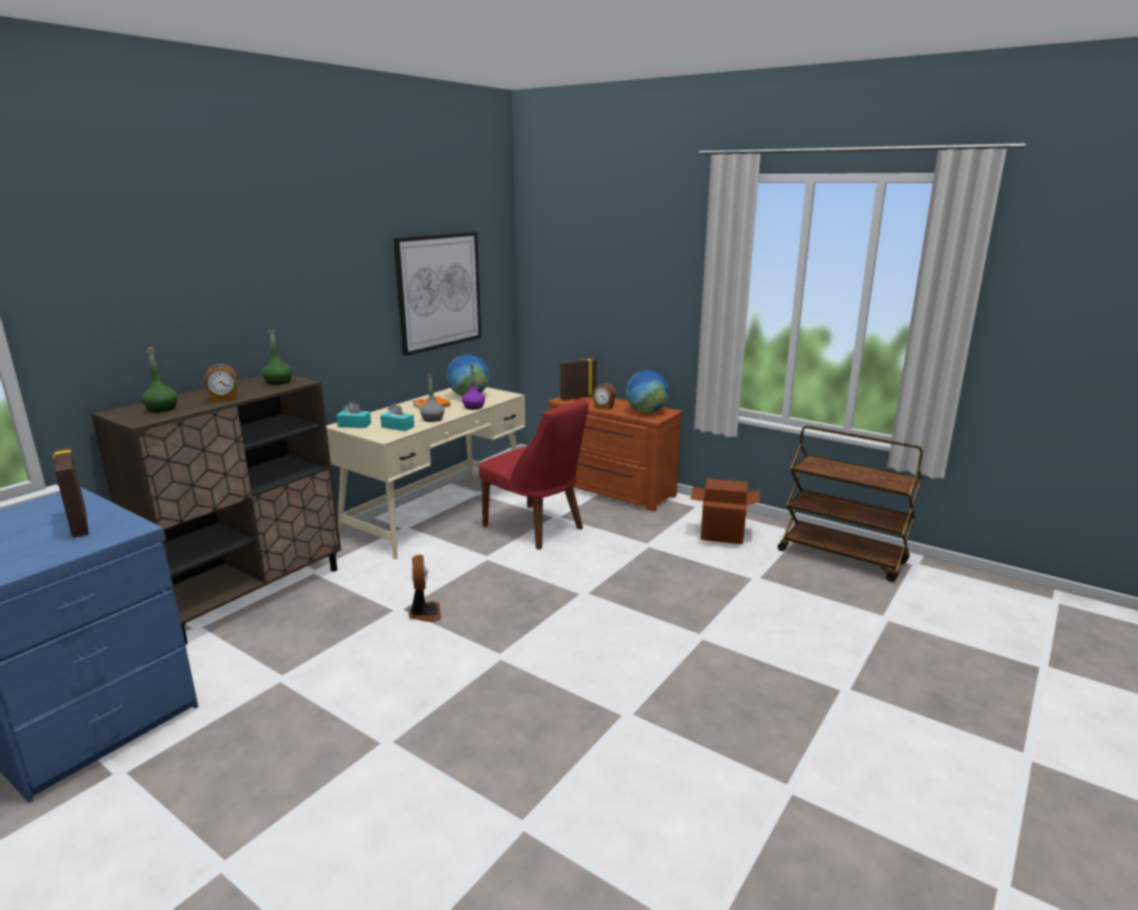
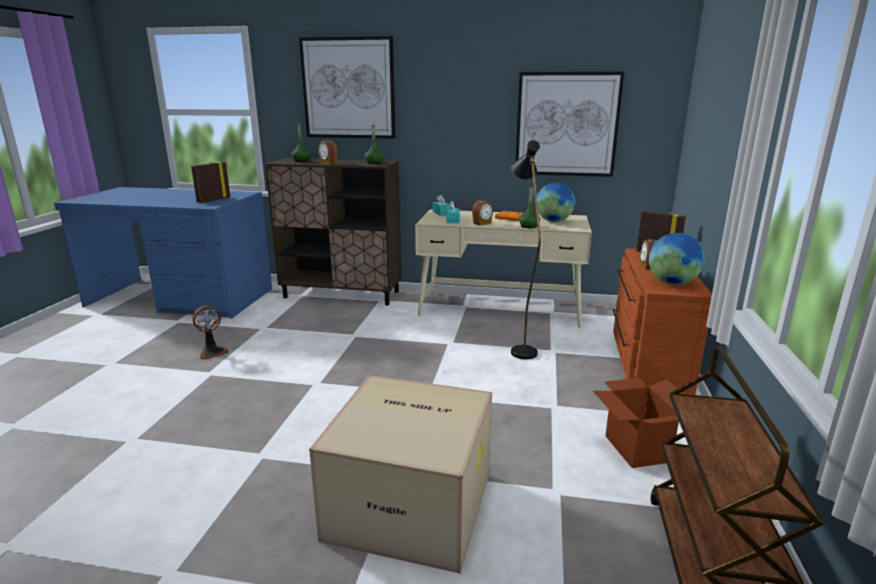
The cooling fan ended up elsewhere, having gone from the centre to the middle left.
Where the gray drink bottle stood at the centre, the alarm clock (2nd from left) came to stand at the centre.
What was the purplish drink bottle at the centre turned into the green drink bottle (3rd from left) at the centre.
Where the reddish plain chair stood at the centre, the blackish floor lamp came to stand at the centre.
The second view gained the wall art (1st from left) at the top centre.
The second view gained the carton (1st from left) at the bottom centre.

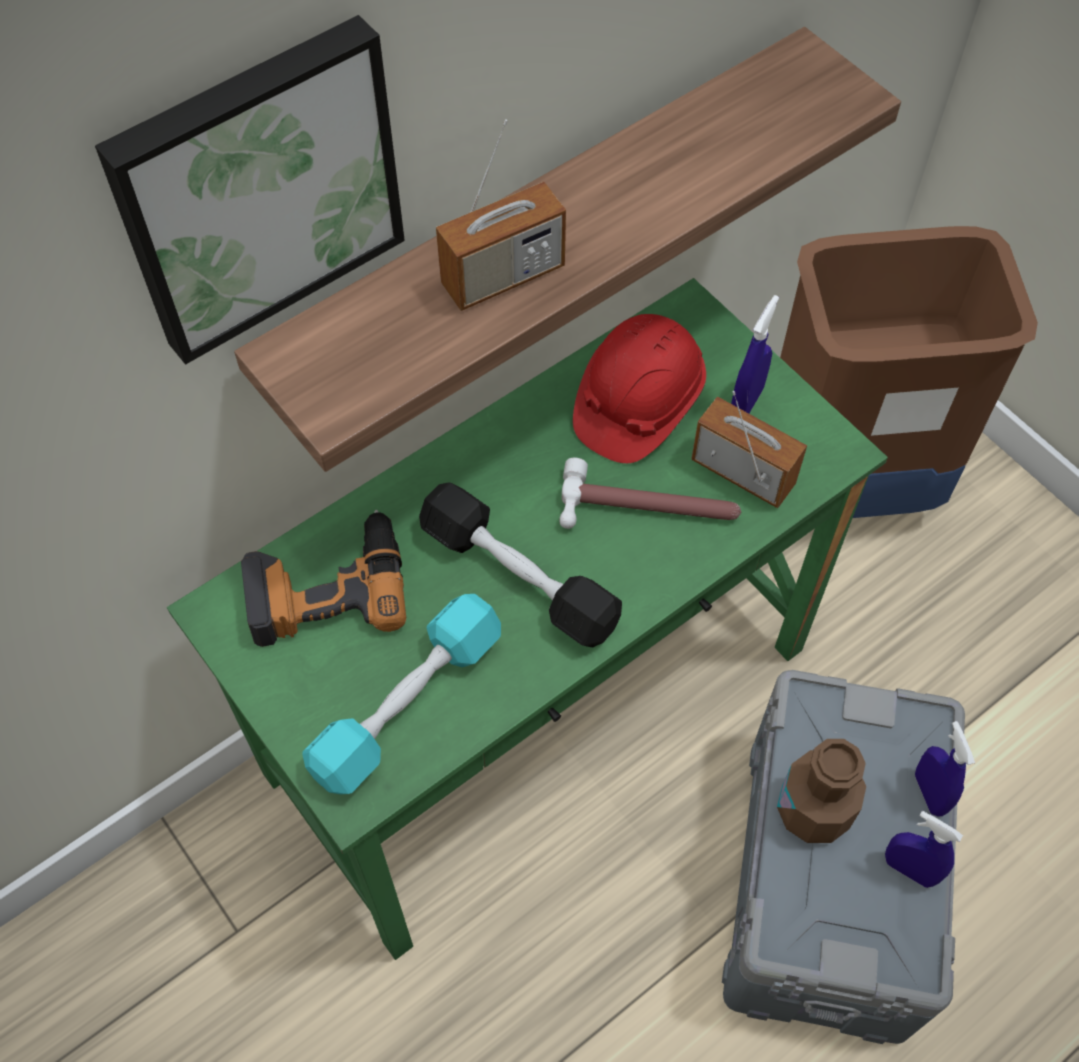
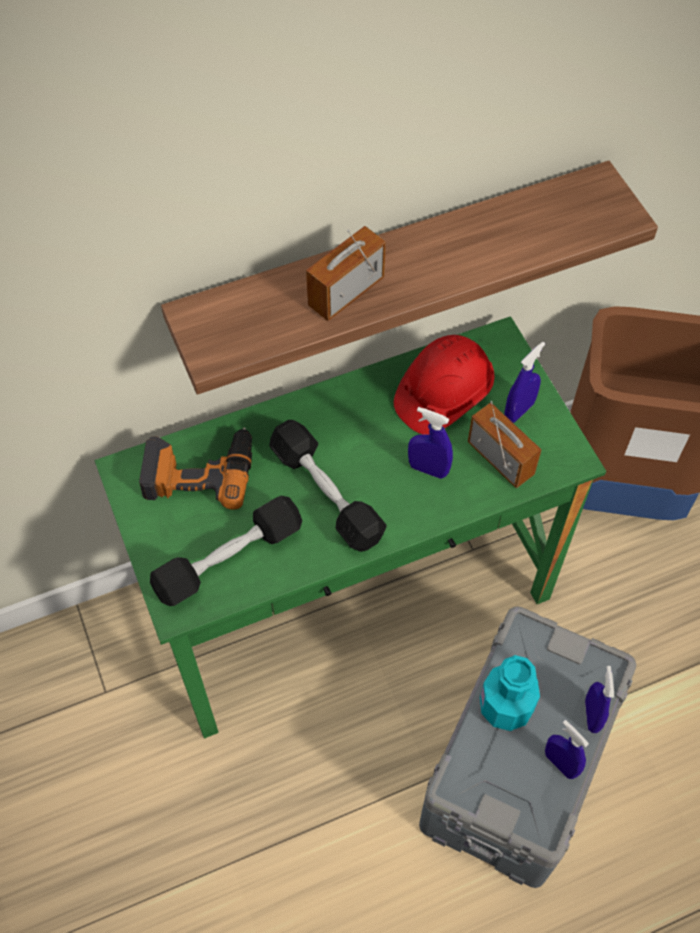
The second view lost the wall art at the top left.
What was the turquoise-coloured free weight at the centre turned into the blackish free weight (1st from left) at the middle left.
The radio set (1st from left) at the top centre ended up facing another way, 150 degrees clockwise from before.
Where the hand hammer stood at the centre, the blue-coloured hand sprayer (1st from left) came to stand at the centre.
What was the brownish drink bottle at the bottom right turned into the turquoise-coloured drink bottle at the bottom right.

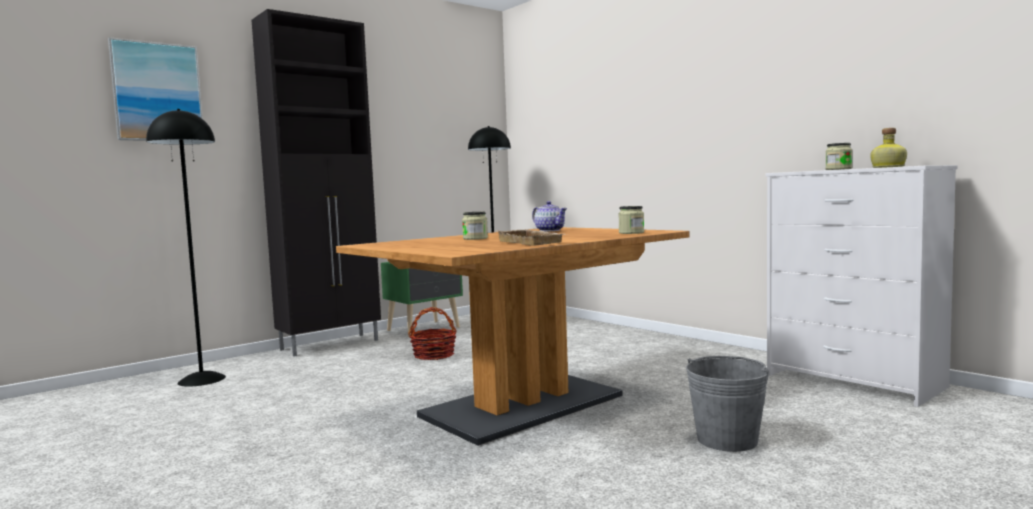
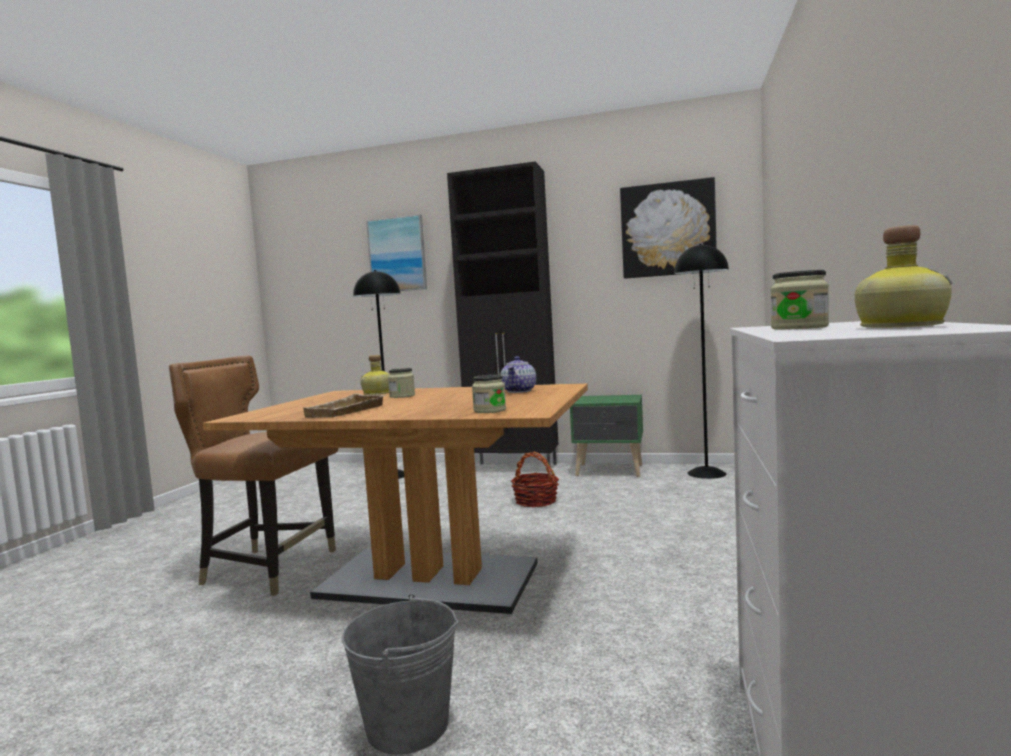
The second view gained the brownish plain chair at the middle left.
The second view gained the drink bottle (1st from left) at the centre.
The second view gained the wall art (2nd from left) at the top centre.

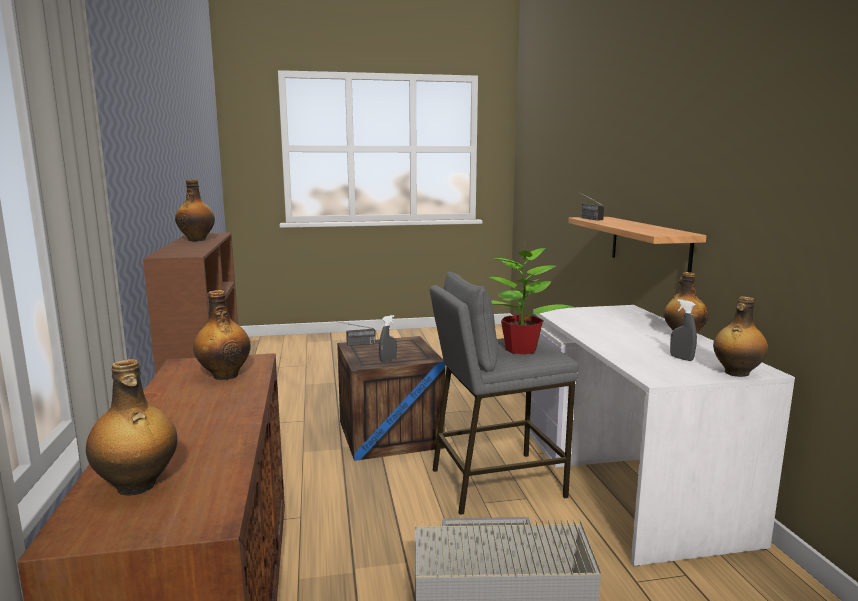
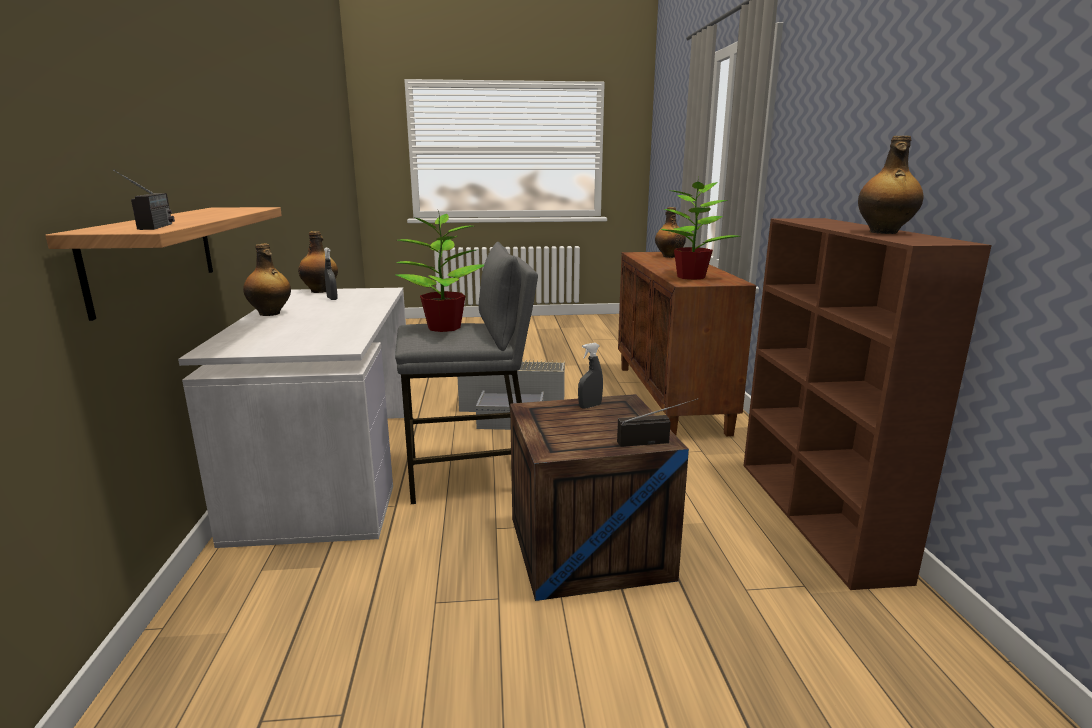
Where the drink bottle (3rd from left) stood at the middle left, the plant in a pot (2nd from left) came to stand at the top centre.

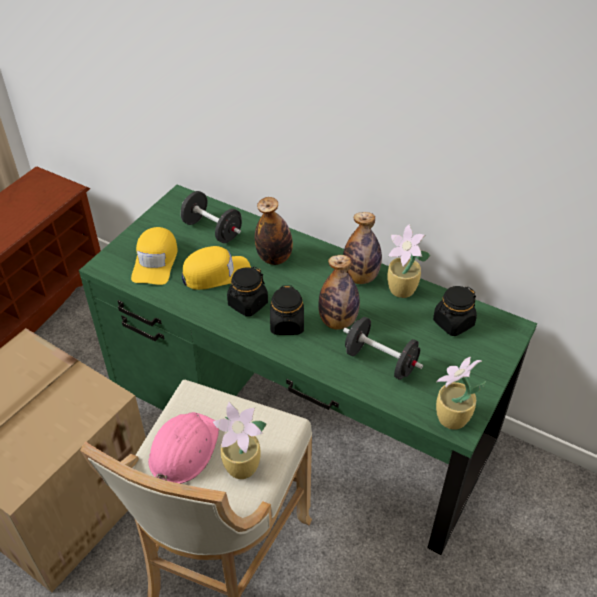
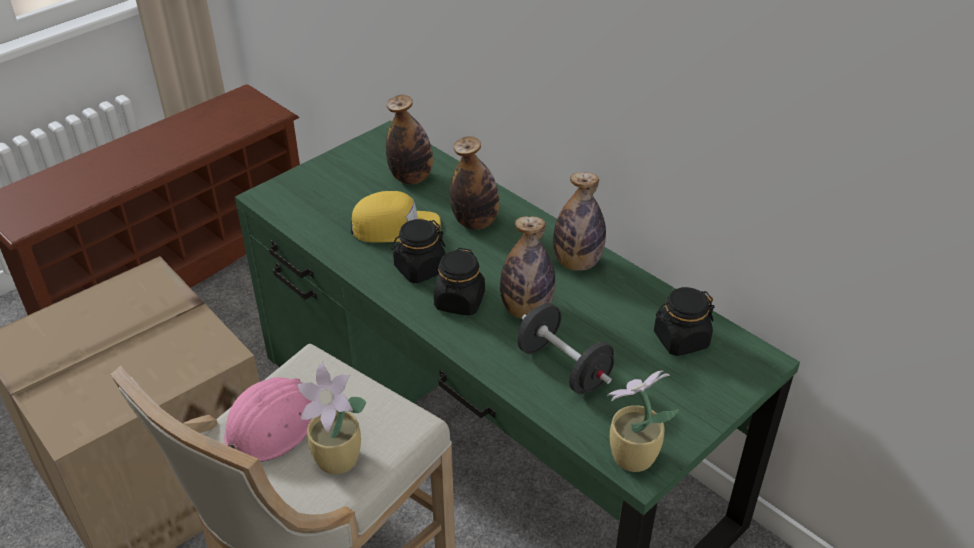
The second view lost the yellow-coloured cap (1st from left) at the middle left.
Where the blackish free weight (1st from left) stood at the centre, the drink bottle (1st from left) came to stand at the top centre.
The second view lost the plant in a pot (2nd from left) at the middle right.

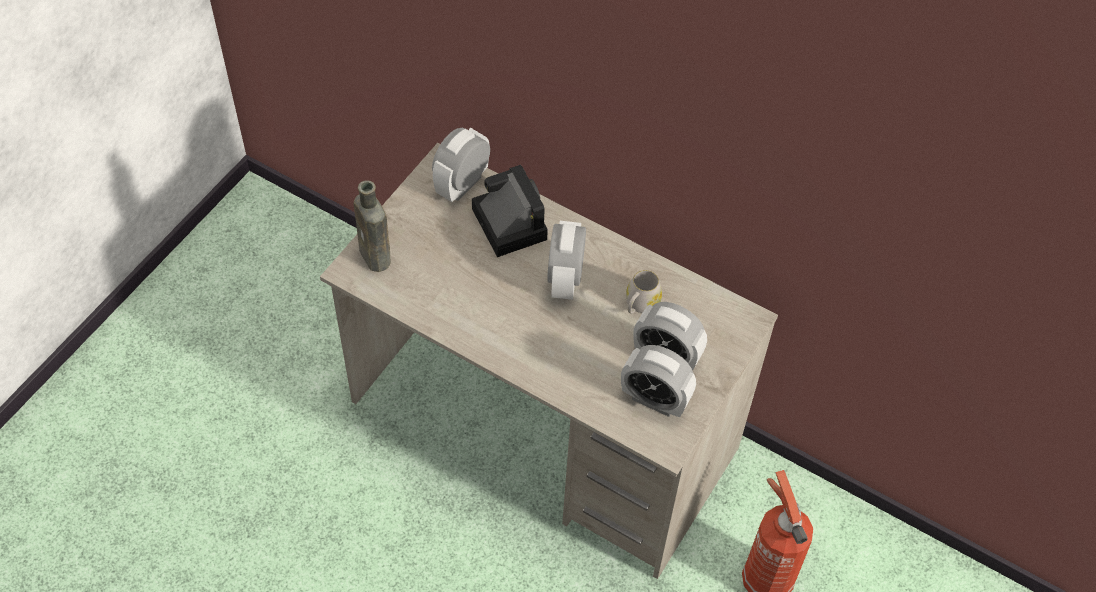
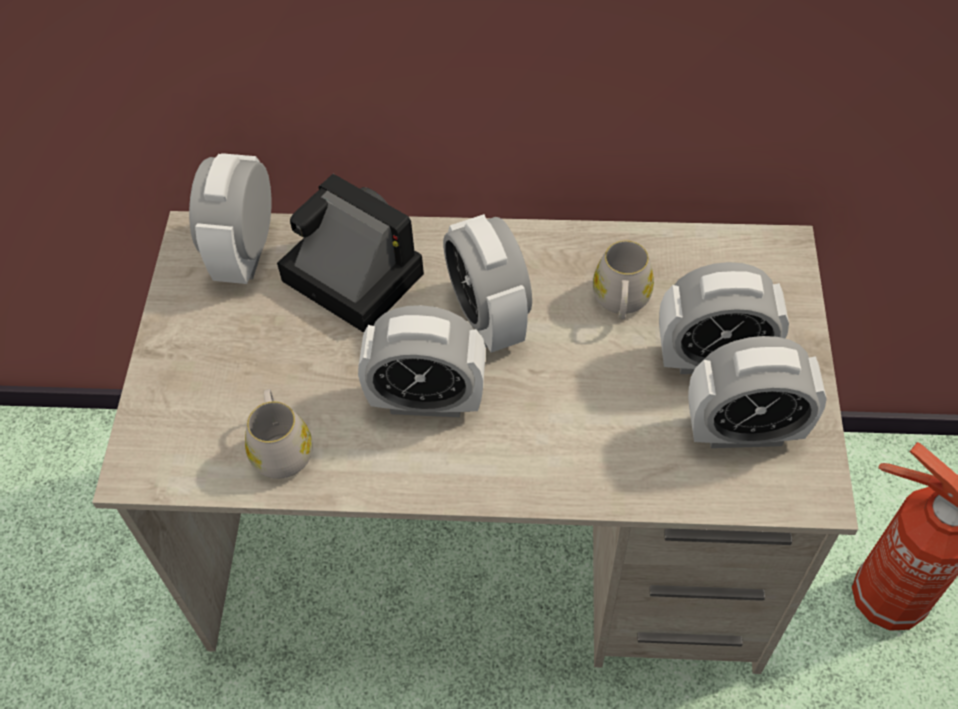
The second view lost the brownish drink bottle at the centre.
The second view gained the white coffee mug (1st from left) at the middle left.
The second view gained the alarm clock (2nd from left) at the centre.

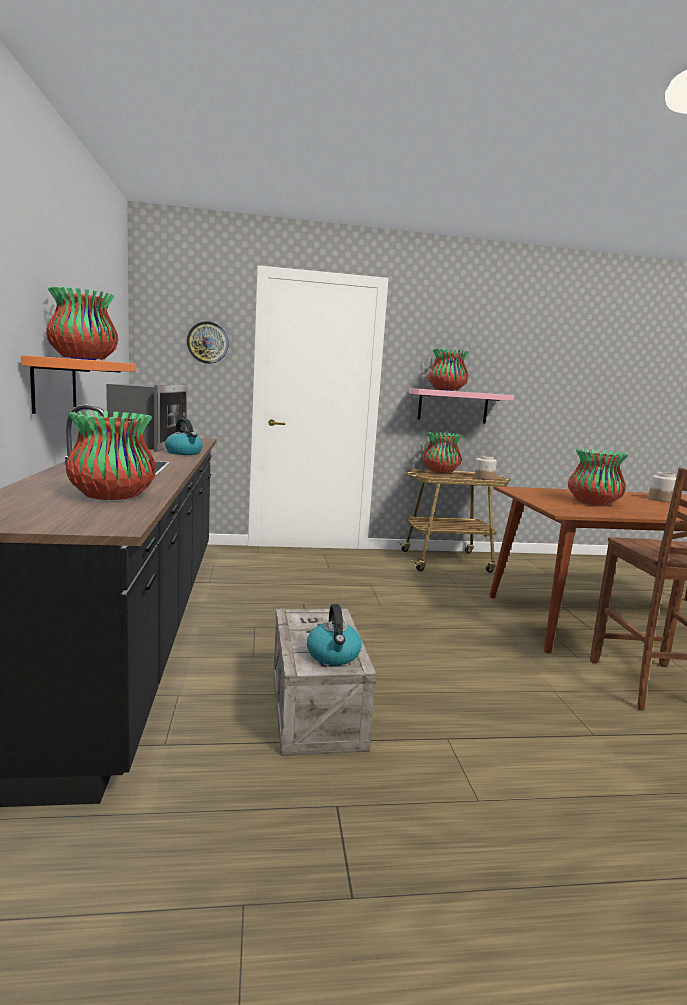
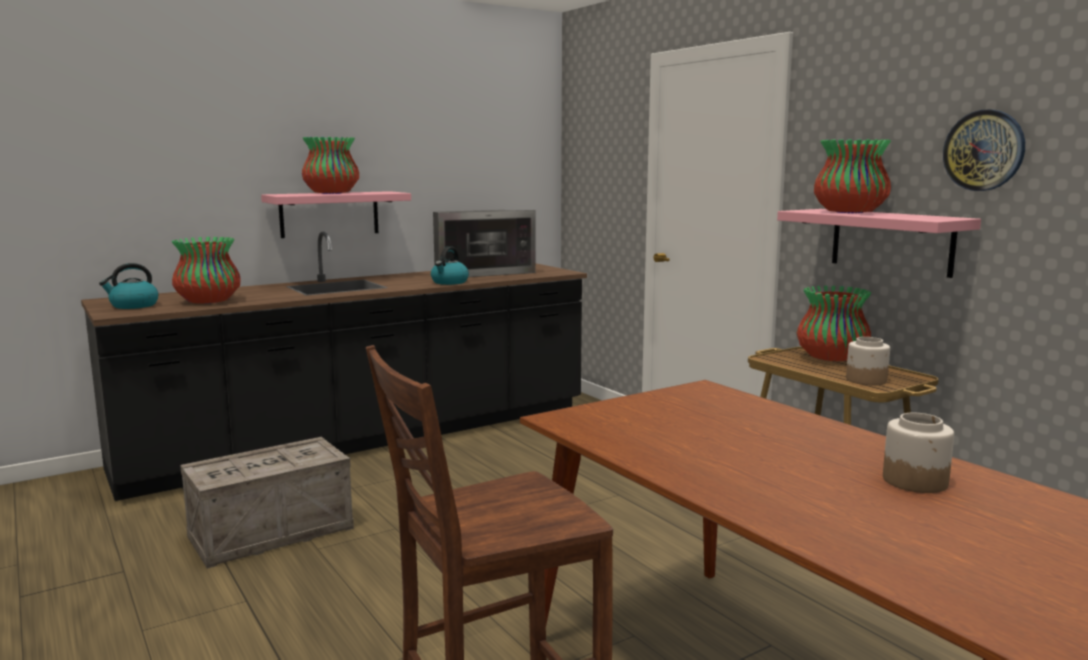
What was the orangey wall shelf at the middle left turned into the pinkish wall shelf (1st from left) at the top left.
The hanging clock ended up elsewhere, having gone from the middle left to the top right.
The water kettle (2nd from left in the first image) ended up elsewhere, having gone from the centre to the middle left.
The second view lost the flower vase (5th from left) at the middle right.

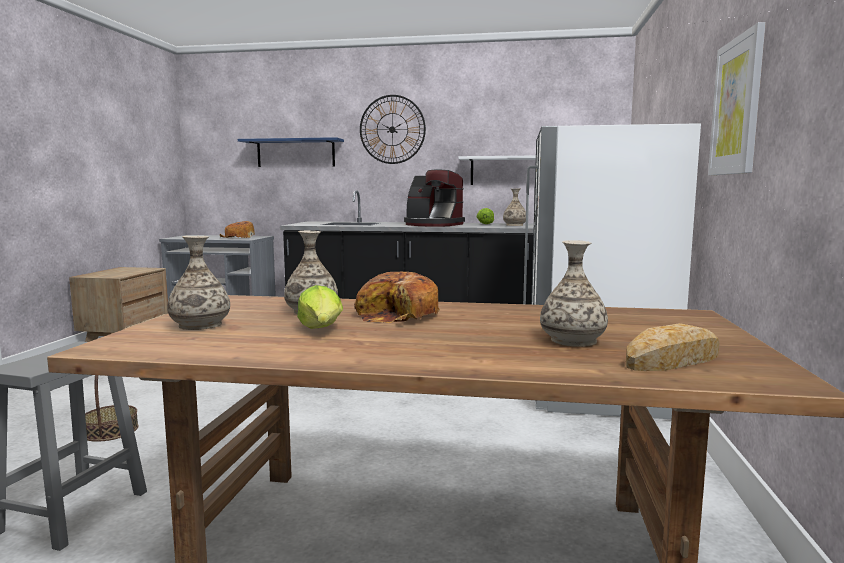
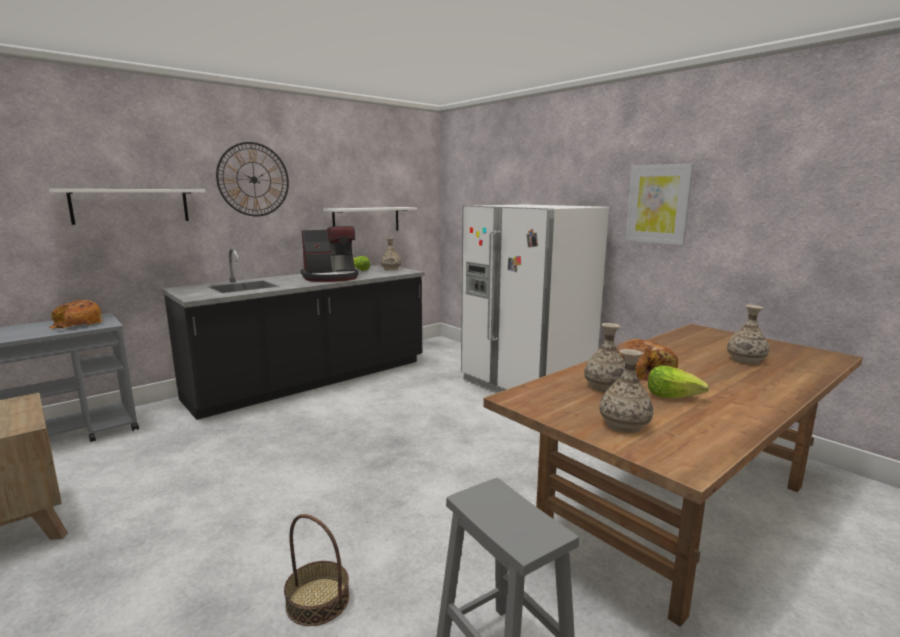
What was the blue-coloured wall shelf at the top centre turned into the white wall shelf (1st from left) at the top left.
The second view lost the bakery bread (3rd from left) at the middle right.

